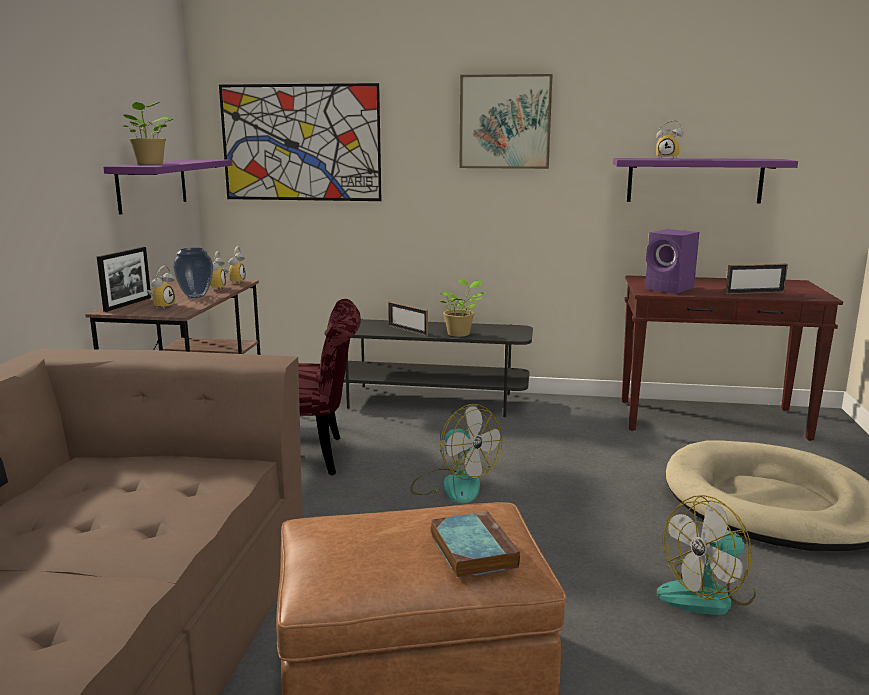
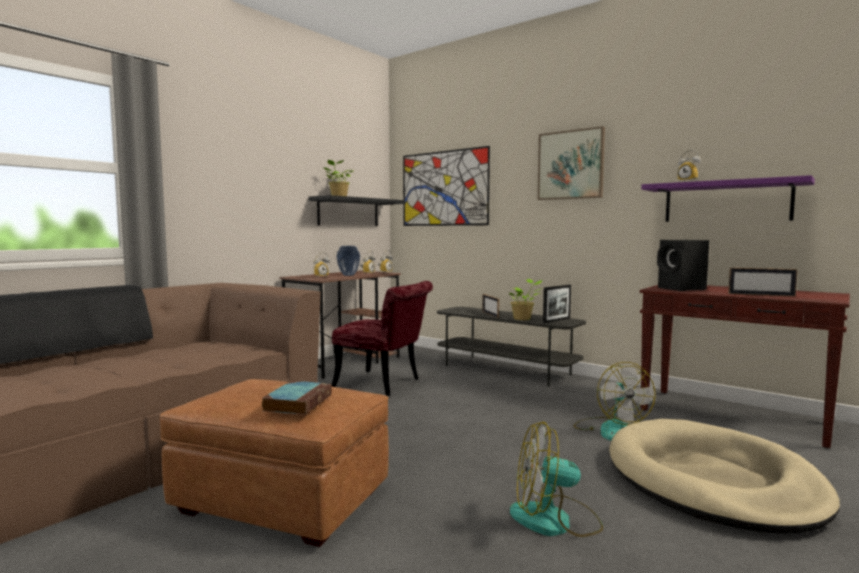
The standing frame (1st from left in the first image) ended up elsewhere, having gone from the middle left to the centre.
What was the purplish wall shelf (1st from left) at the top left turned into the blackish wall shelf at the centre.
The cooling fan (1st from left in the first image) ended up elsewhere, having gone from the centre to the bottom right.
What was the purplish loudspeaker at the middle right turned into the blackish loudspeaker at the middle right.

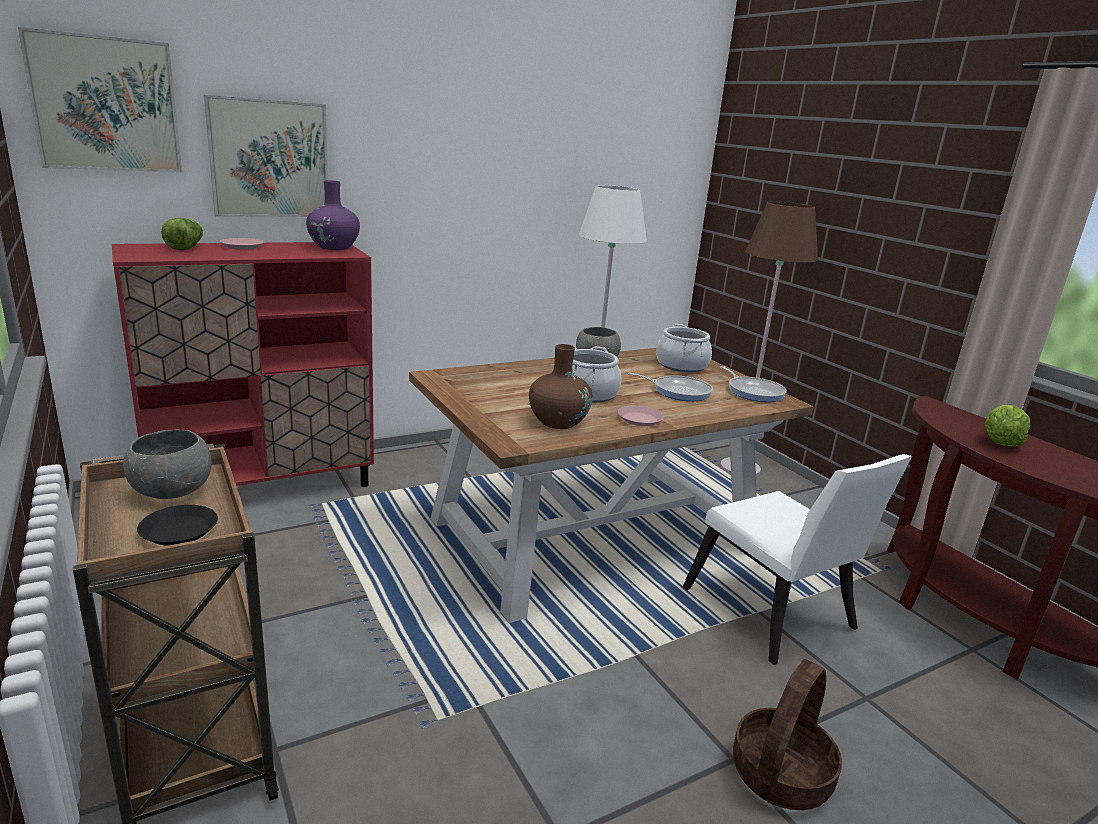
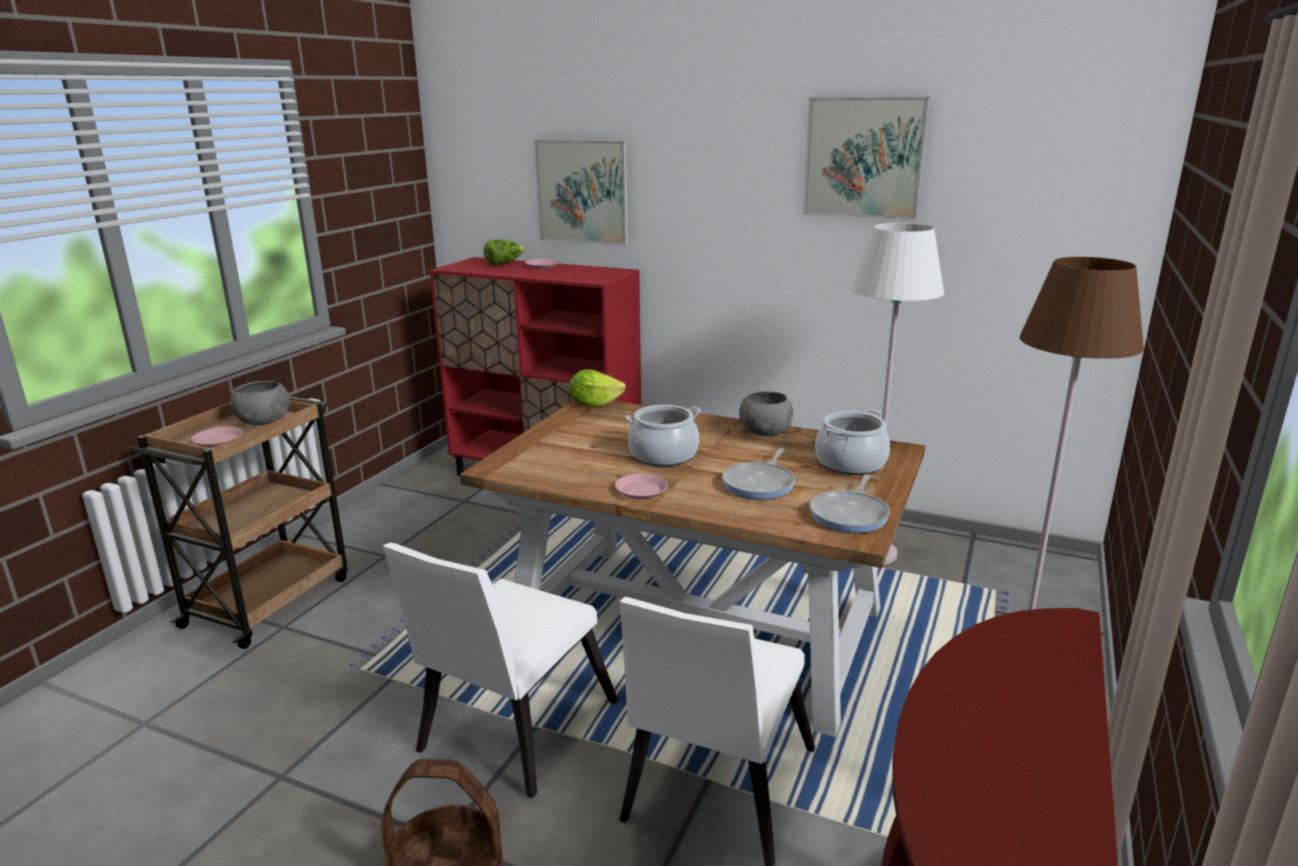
The wall art (1st from left in the first image) ended up elsewhere, having gone from the top left to the top right.
What was the blackish flat dish at the middle left turned into the pinkish flat dish (1st from left) at the middle left.
The second view lost the purplish flower vase at the top left.
The second view lost the brownish flower vase at the centre.
The pan (1st from left) at the centre ended up facing another way, 45 degrees clockwise from before.
The head of lettuce (2nd from left) ended up elsewhere, having gone from the middle right to the centre.
The second view gained the white plain chair (1st from left) at the bottom centre.

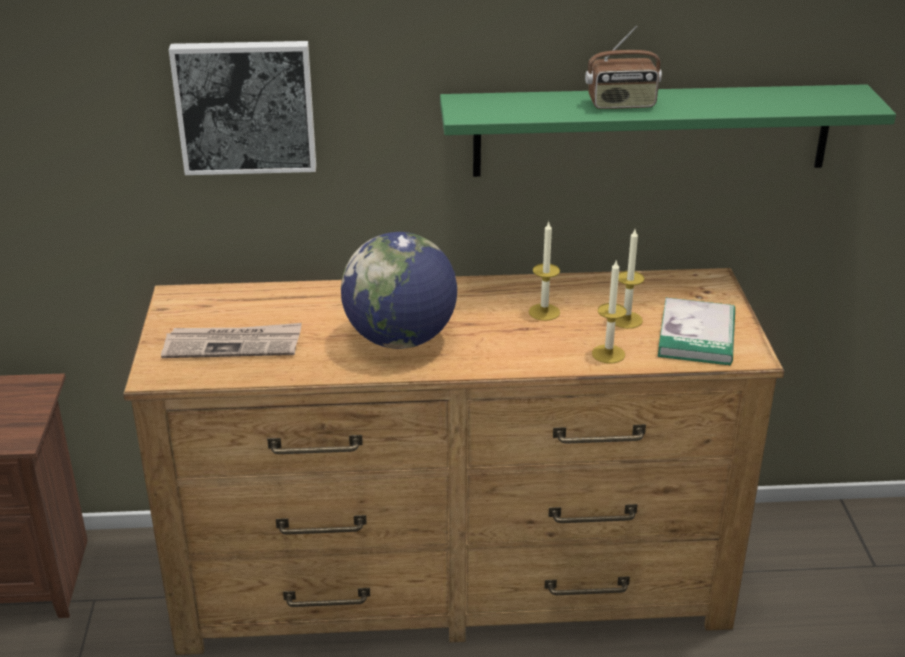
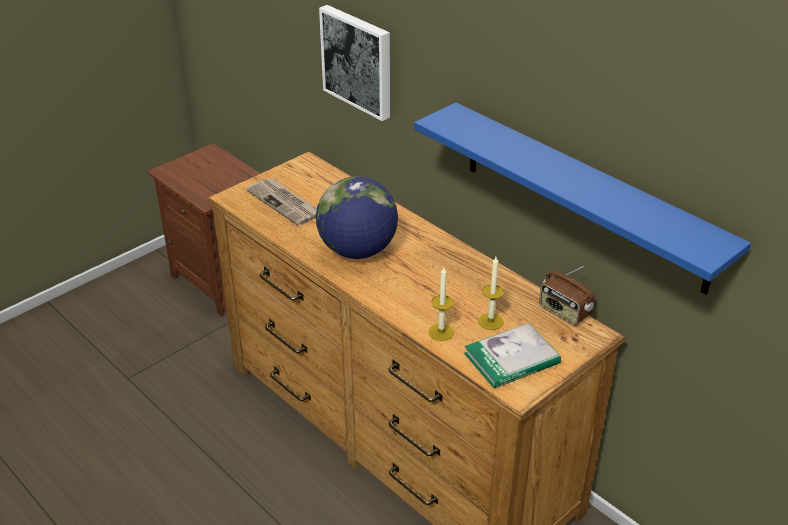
What was the green wall shelf at the top right turned into the blue-coloured wall shelf at the middle right.
The second view lost the wax light (1st from left) at the centre.
The radio set ended up elsewhere, having gone from the top right to the middle right.

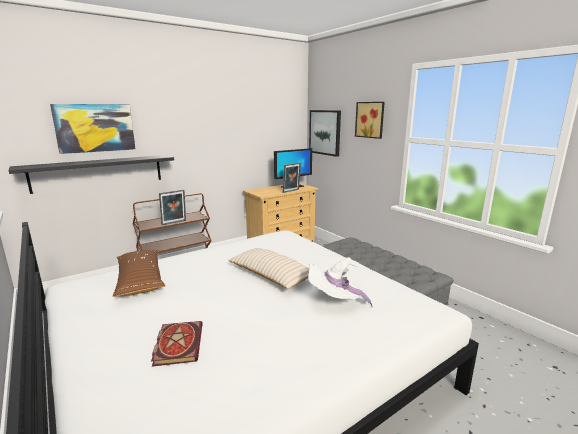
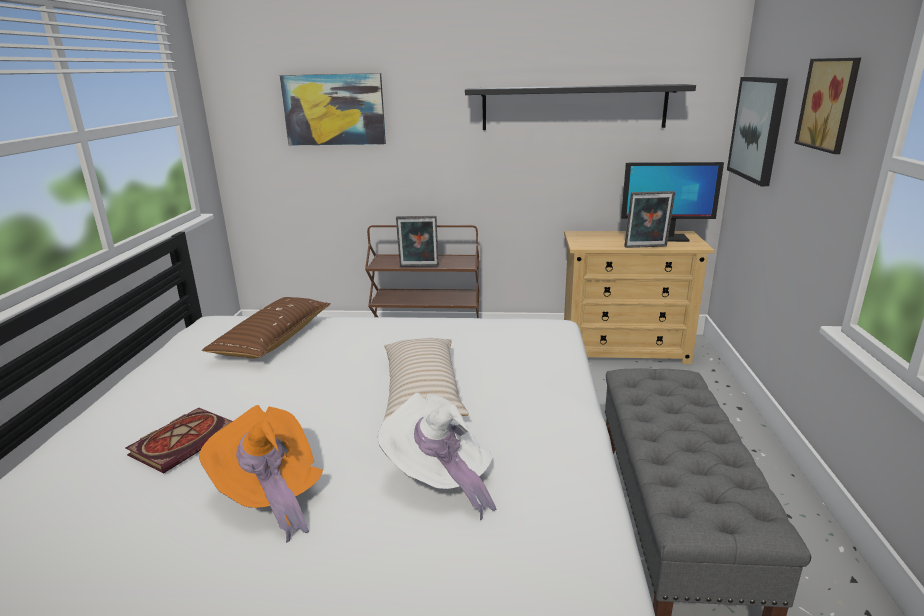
The blackish wall shelf ended up elsewhere, having gone from the middle left to the top centre.
The second view gained the orangey hat at the bottom left.

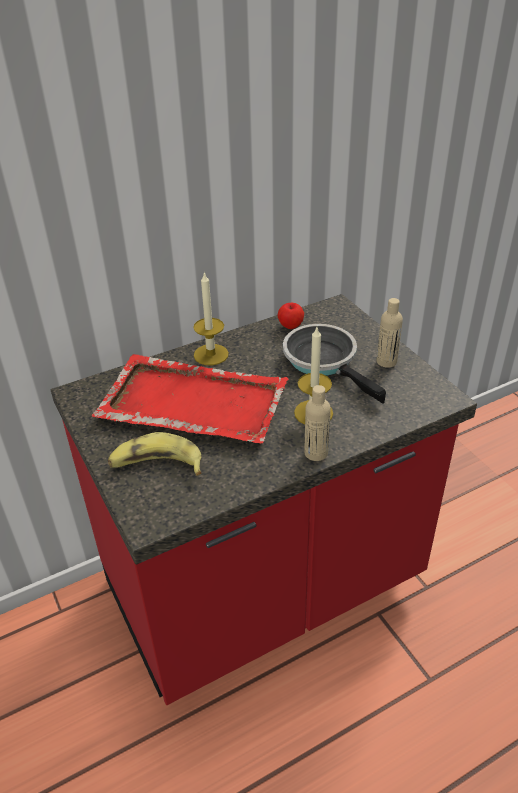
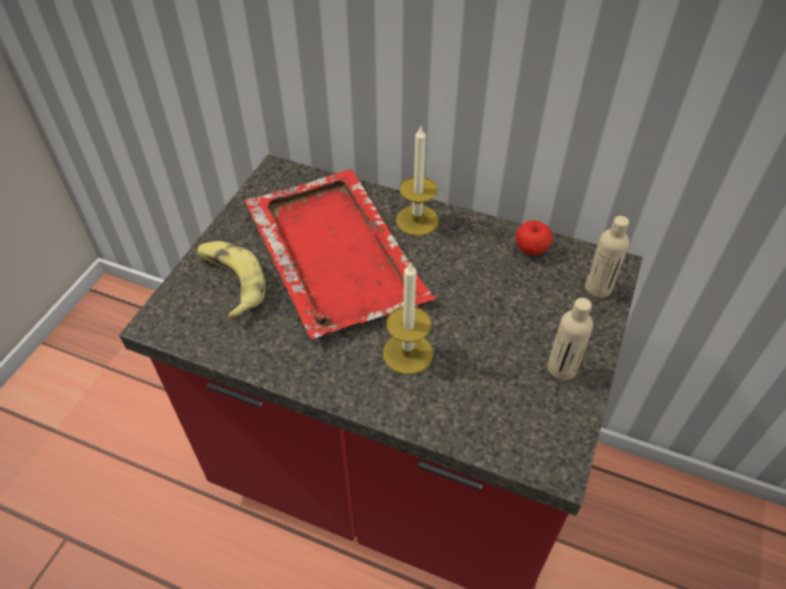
The second view lost the pan at the centre.
The sand-coloured drink bottle (1st from left in the first image) ended up elsewhere, having gone from the centre to the middle right.

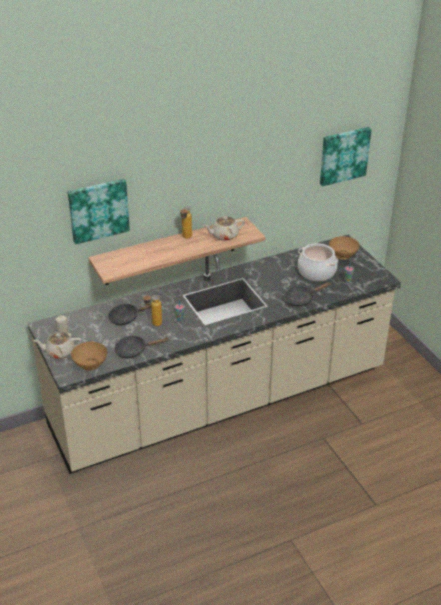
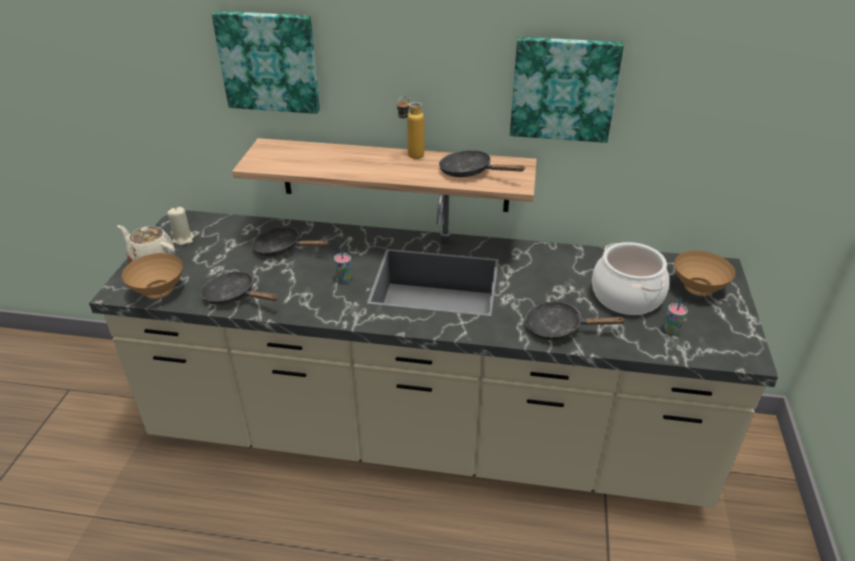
The second view lost the drink bottle (1st from left) at the centre.
Where the sand-coloured pot for tea (2nd from left) stood at the centre, the blackish pan (3rd from left) came to stand at the top centre.
The wall art (2nd from left) ended up elsewhere, having gone from the top right to the top centre.

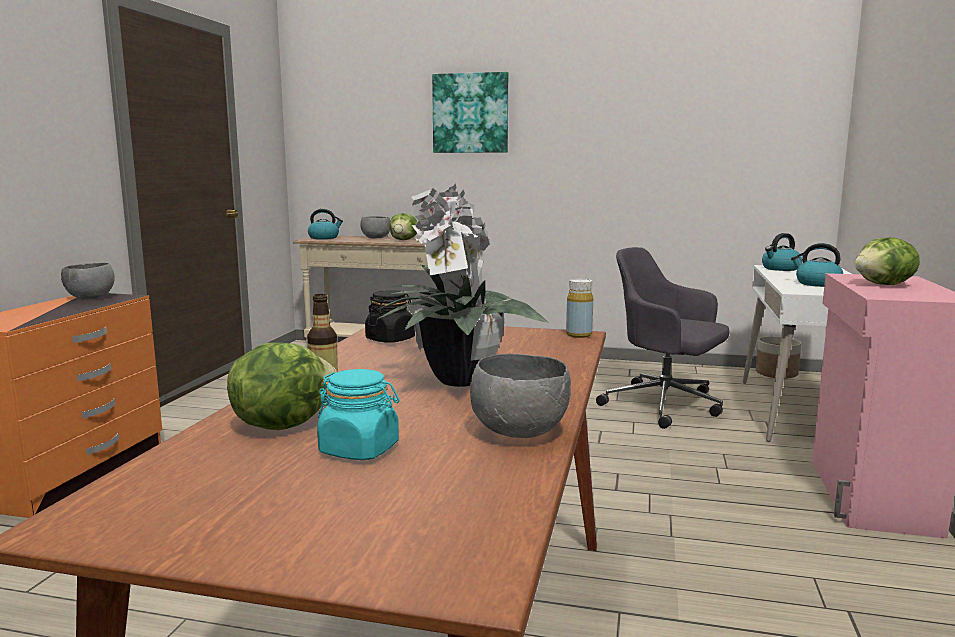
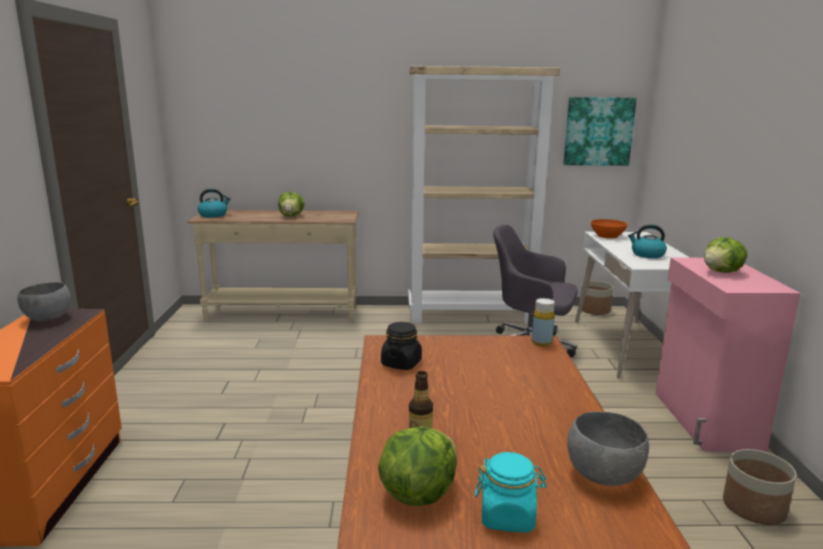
The second view lost the gray serving bowl (2nd from left) at the centre.
The second view lost the plant in a pot at the centre.
The wall art ended up elsewhere, having gone from the top centre to the top right.
Where the water kettle (2nd from left) stood at the middle right, the orangey serving bowl came to stand at the middle right.
The second view gained the sand-coloured bookcase at the centre.
The second view gained the planter (2nd from left) at the bottom right.

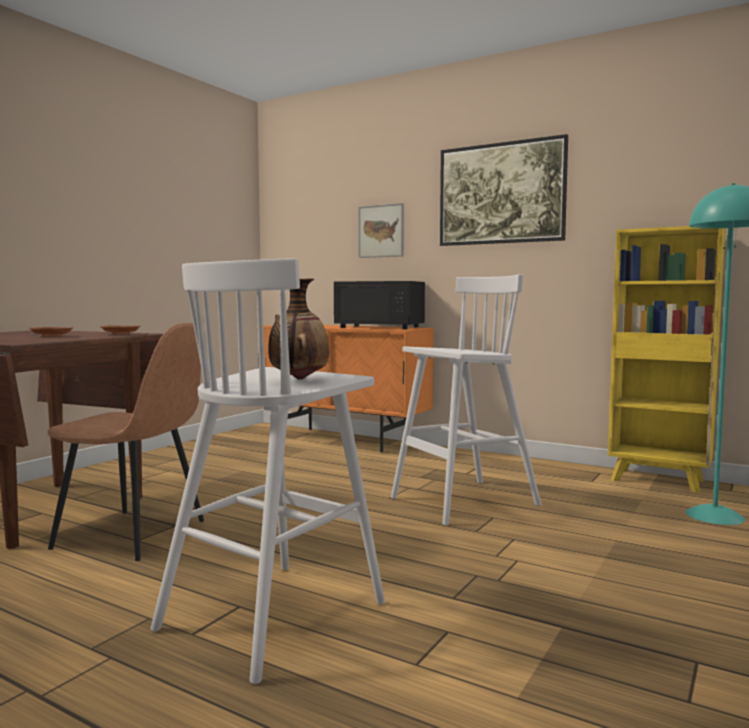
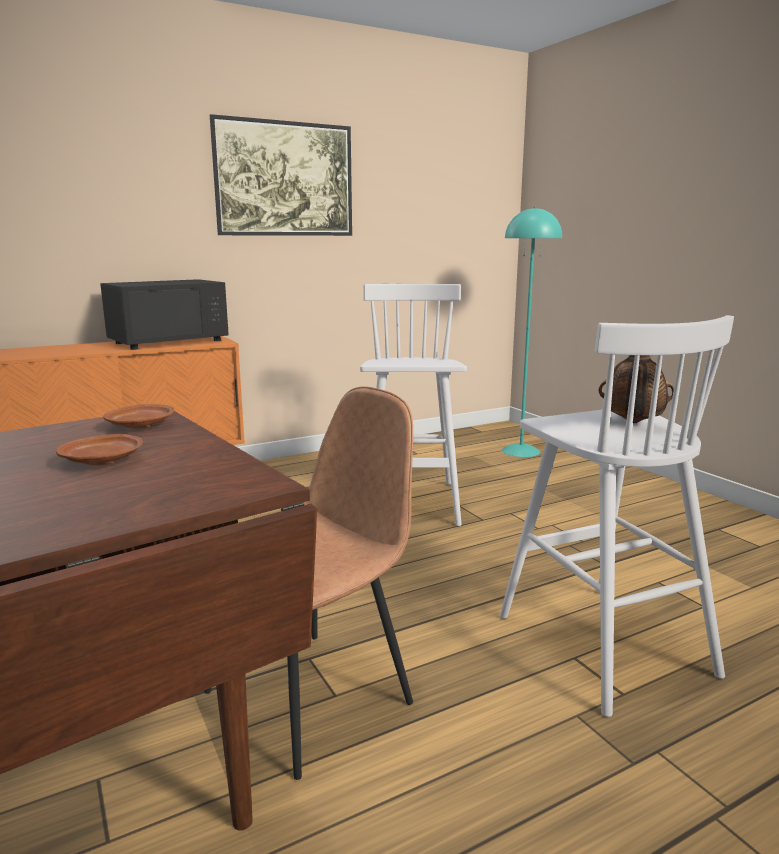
The second view lost the wall art (1st from left) at the top centre.
The second view lost the yellow-coloured bookcase at the middle right.

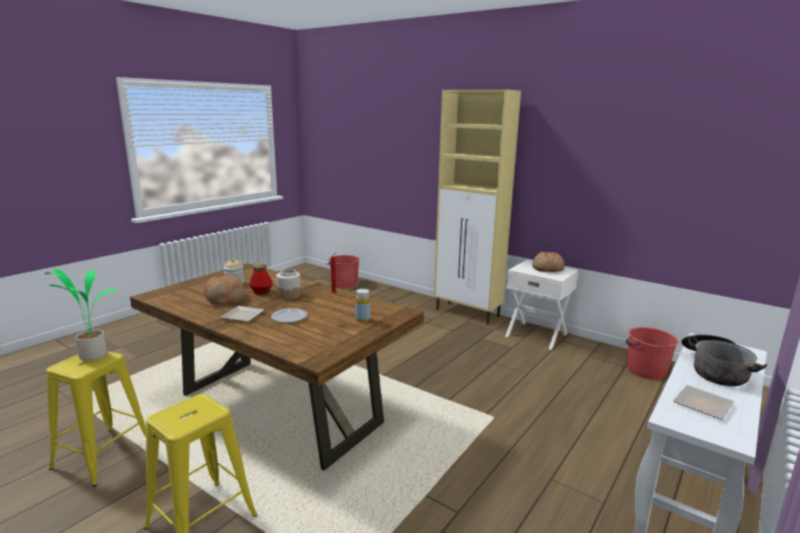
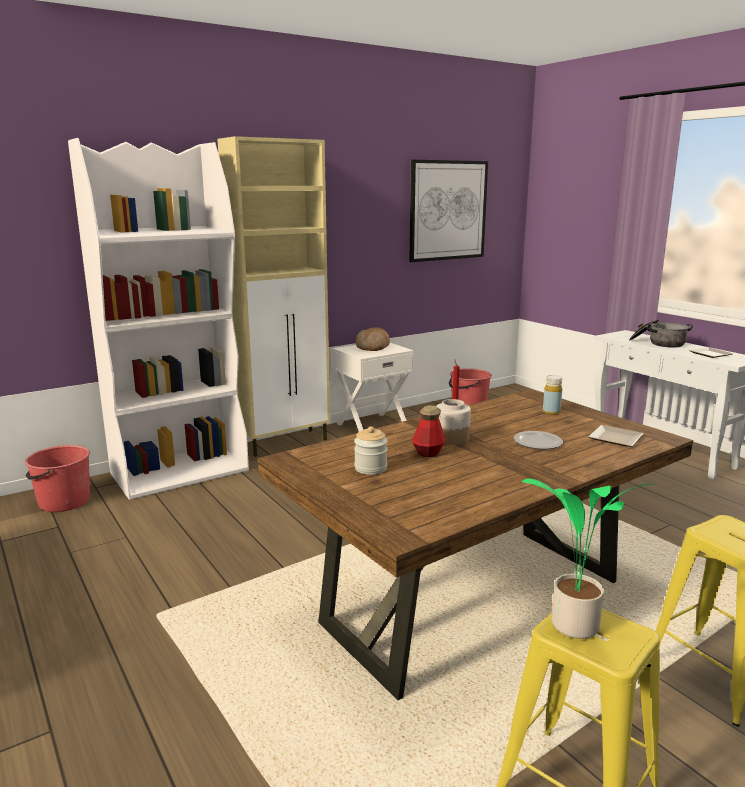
The second view lost the bakery bread (1st from left) at the middle left.
The flat dish (1st from left in the first image) ended up elsewhere, having gone from the middle left to the middle right.
The second view gained the white bookcase at the middle left.
The second view gained the wall art at the top centre.

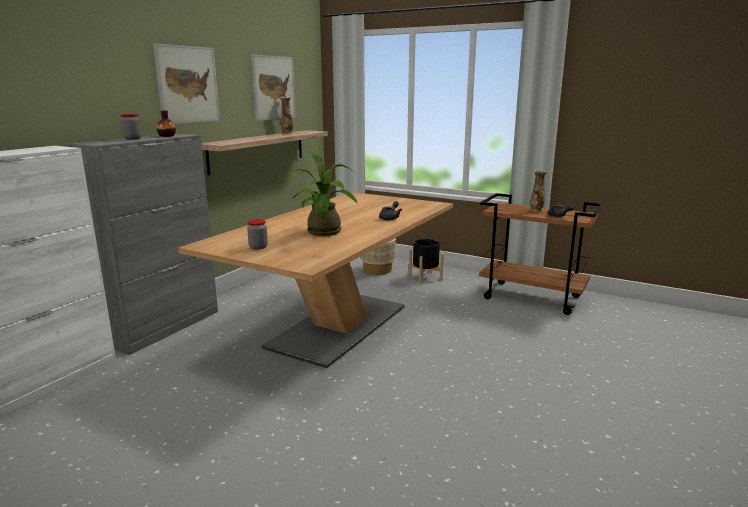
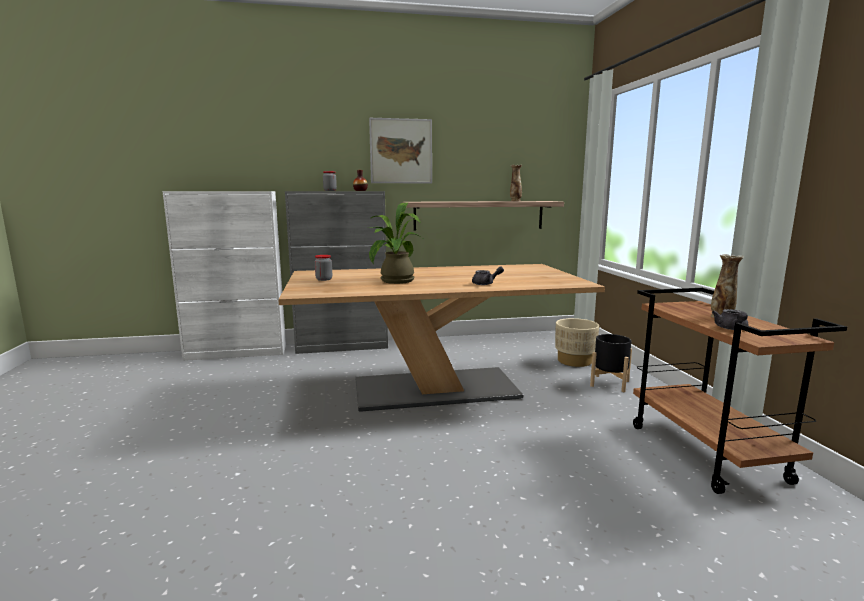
The second view lost the wall art (2nd from left) at the top centre.

